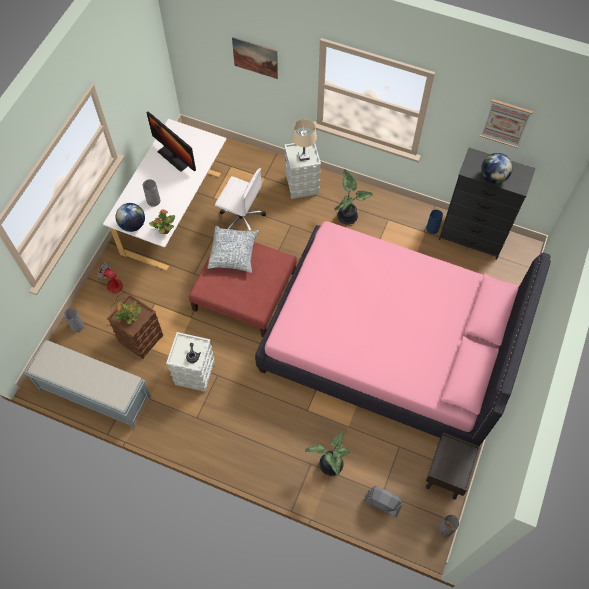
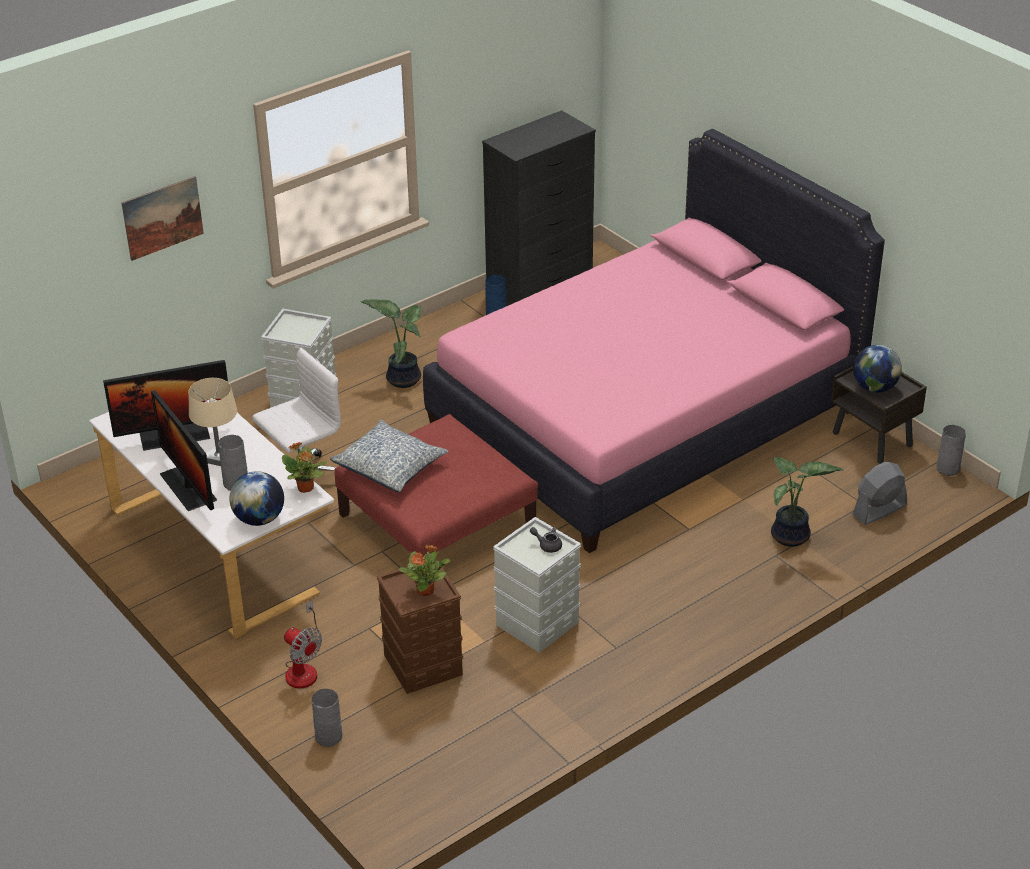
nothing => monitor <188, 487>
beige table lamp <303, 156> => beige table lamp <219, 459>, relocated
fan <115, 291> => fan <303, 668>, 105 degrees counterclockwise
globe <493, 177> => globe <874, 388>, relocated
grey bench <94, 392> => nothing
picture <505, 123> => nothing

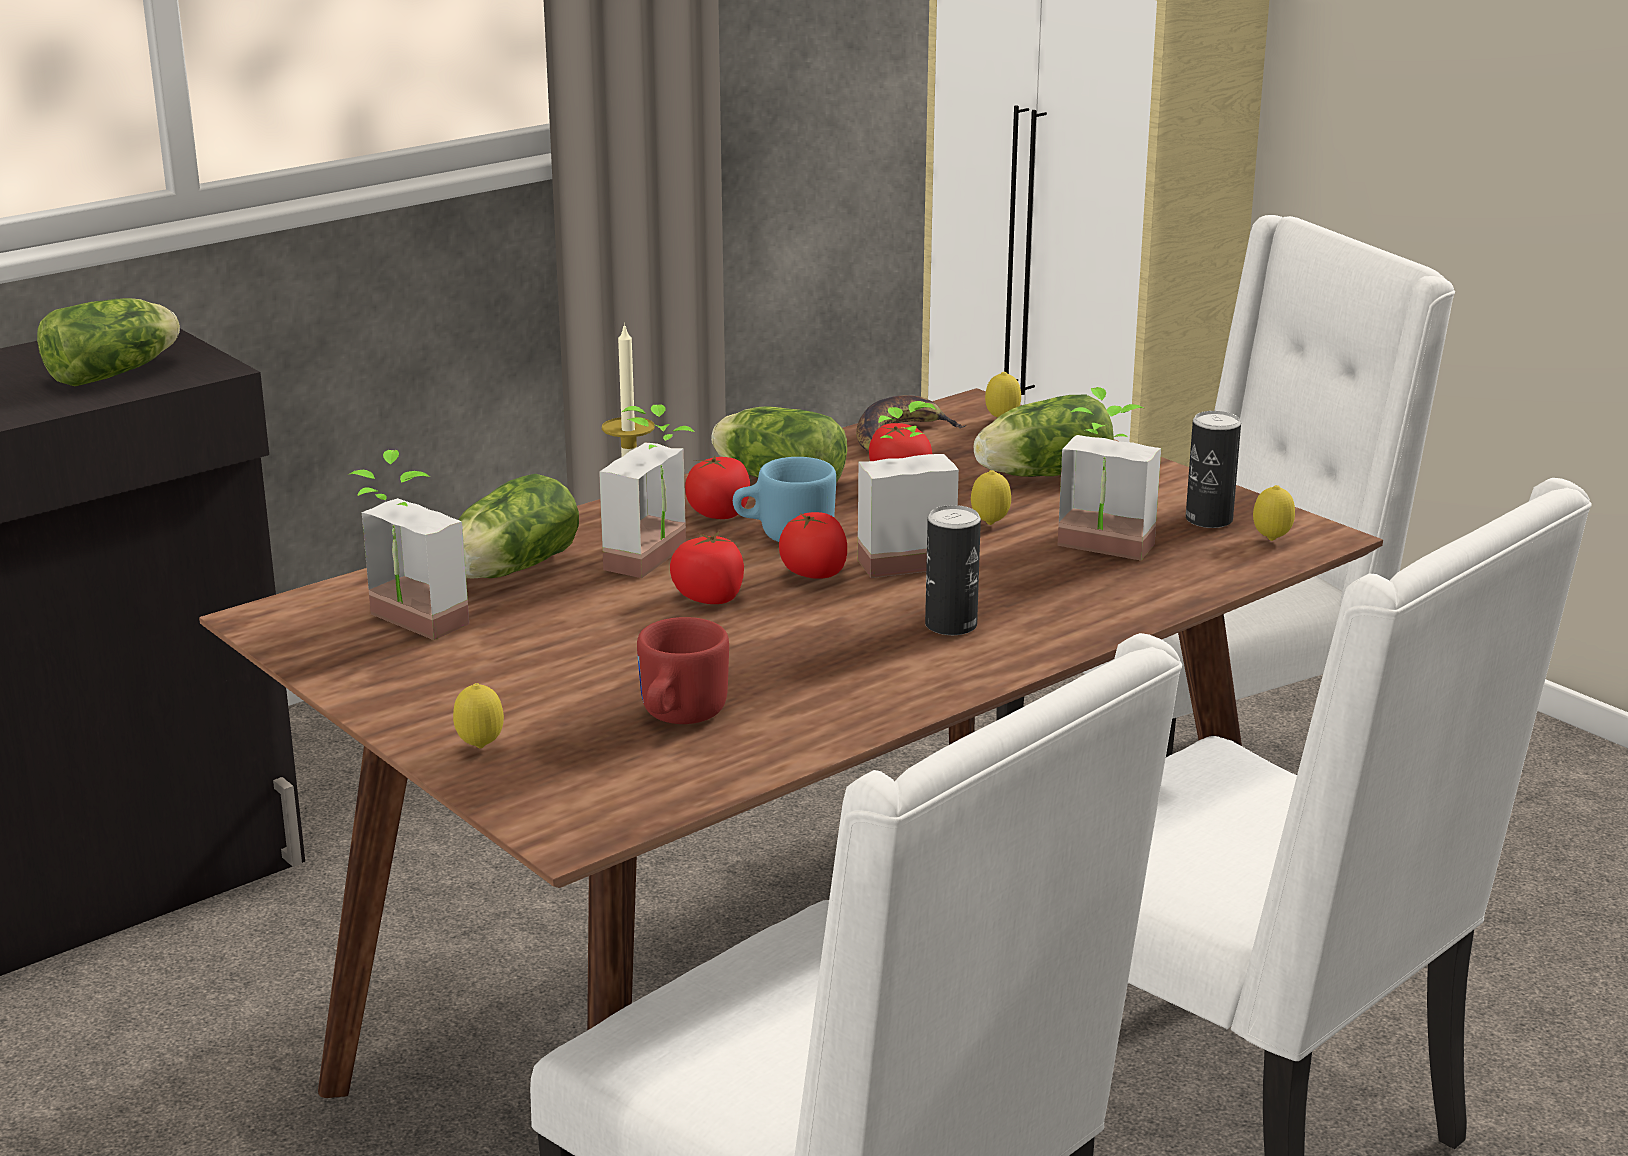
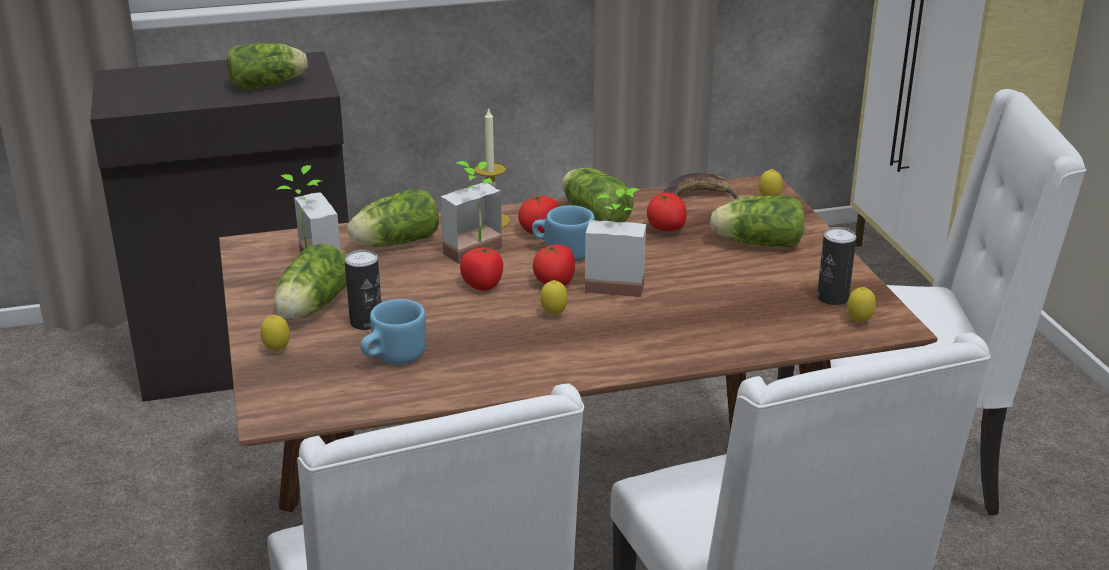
nothing => lettuce <310, 309>
can <951, 625> => can <366, 322>, relocated
red mug <677, 717> => blue mug <392, 358>
lemon <990, 524> => lemon <554, 315>, relocated
potted plant <1100, 551> => nothing

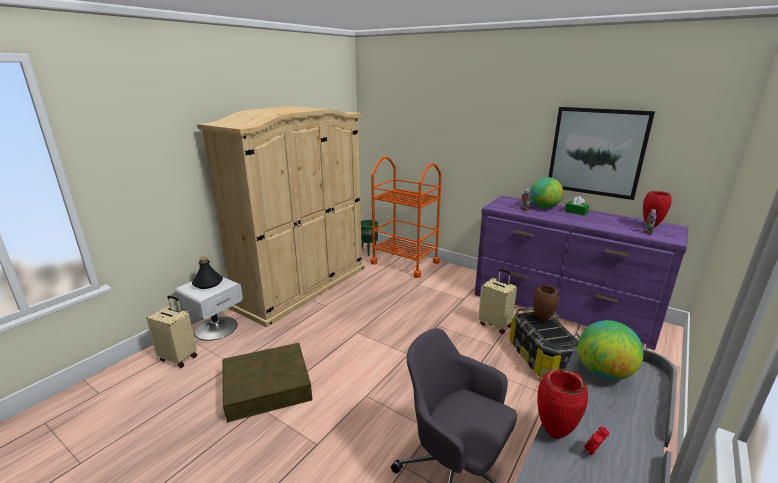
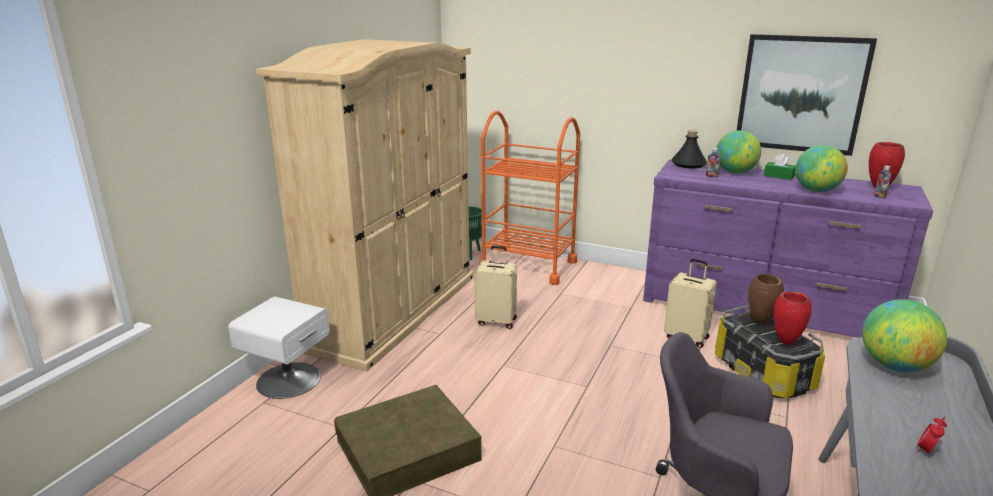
beige suitcase <179, 358> => beige suitcase <496, 321>, relocated
black bottle <208, 283> => black bottle <688, 164>, relocated
red vase <553, 433> => red vase <785, 342>, relocated
nothing => globe <816, 191>

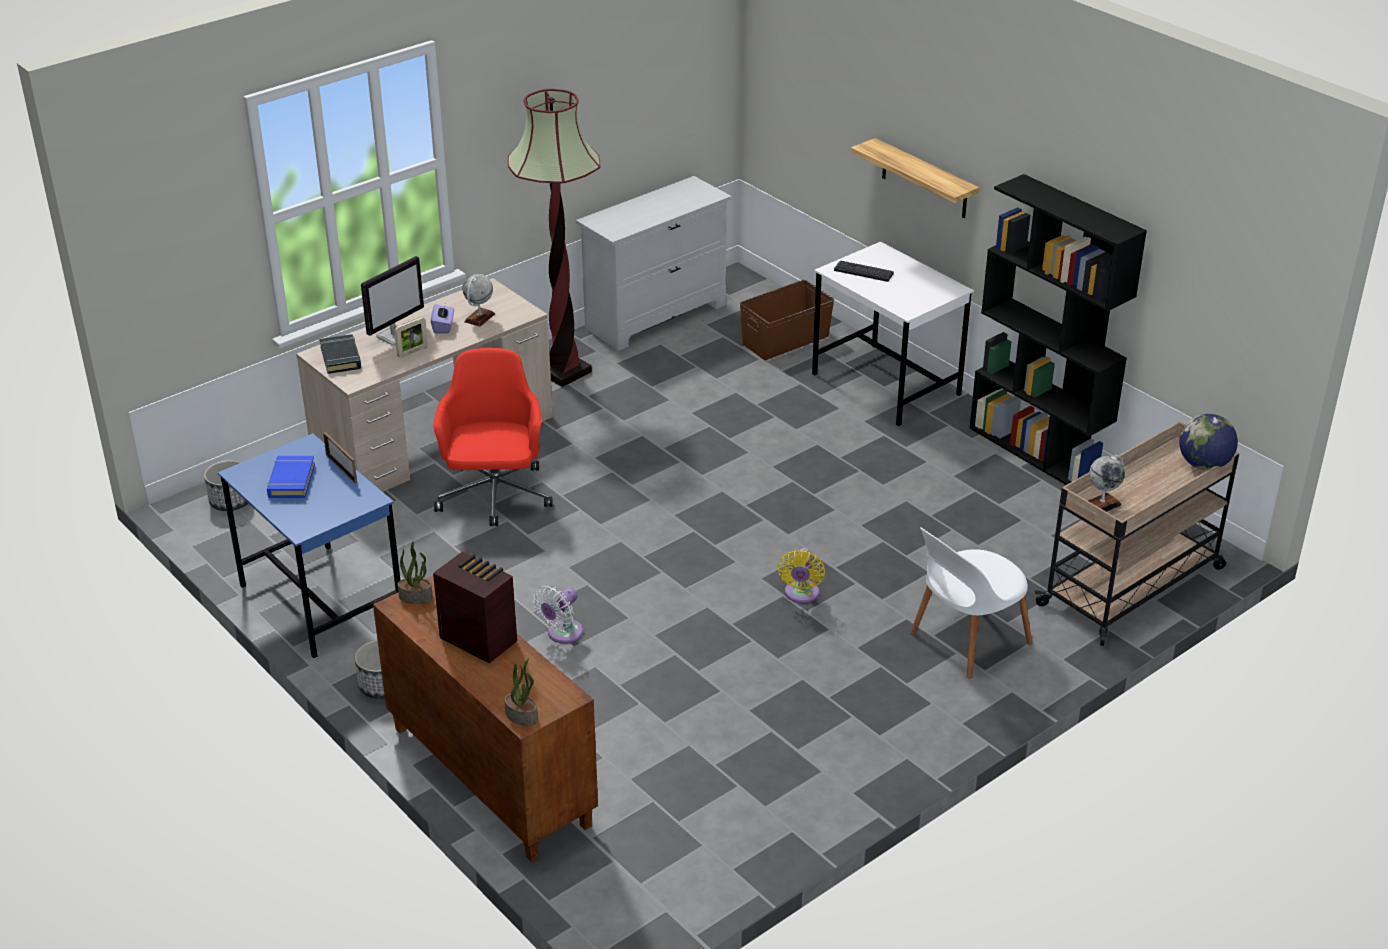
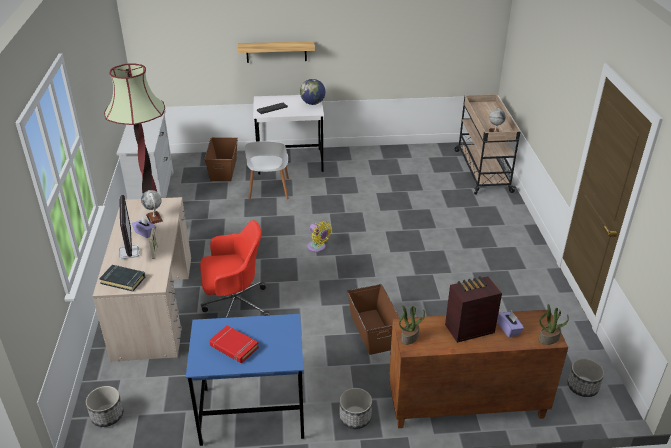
red office chair <495, 497> => red office chair <234, 305>, 135 degrees clockwise
blue book <291, 481> => red book <234, 347>
white chair <966, 641> => white chair <269, 190>, relocated
globe <1204, 465> => globe <313, 103>, relocated
yellow fan <801, 595> => yellow fan <318, 247>, relocated
white fan <562, 634> => brown storage box <373, 330>
nothing => purple tissue box <508, 329>
nothing => planter <582, 387>
picture frame <341, 469> => nothing
black bookcase <1038, 452> => nothing

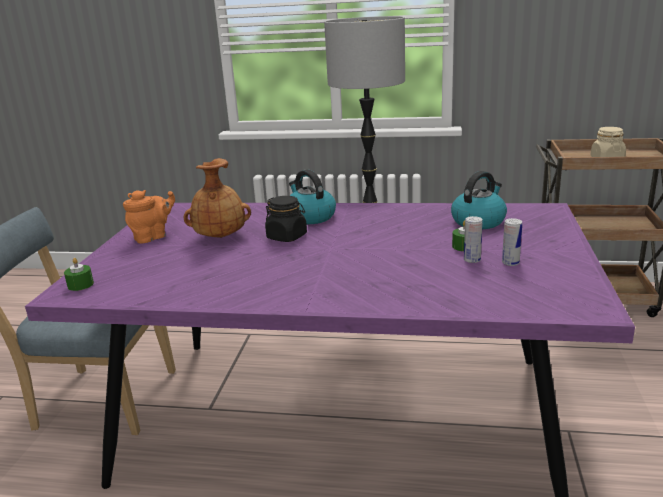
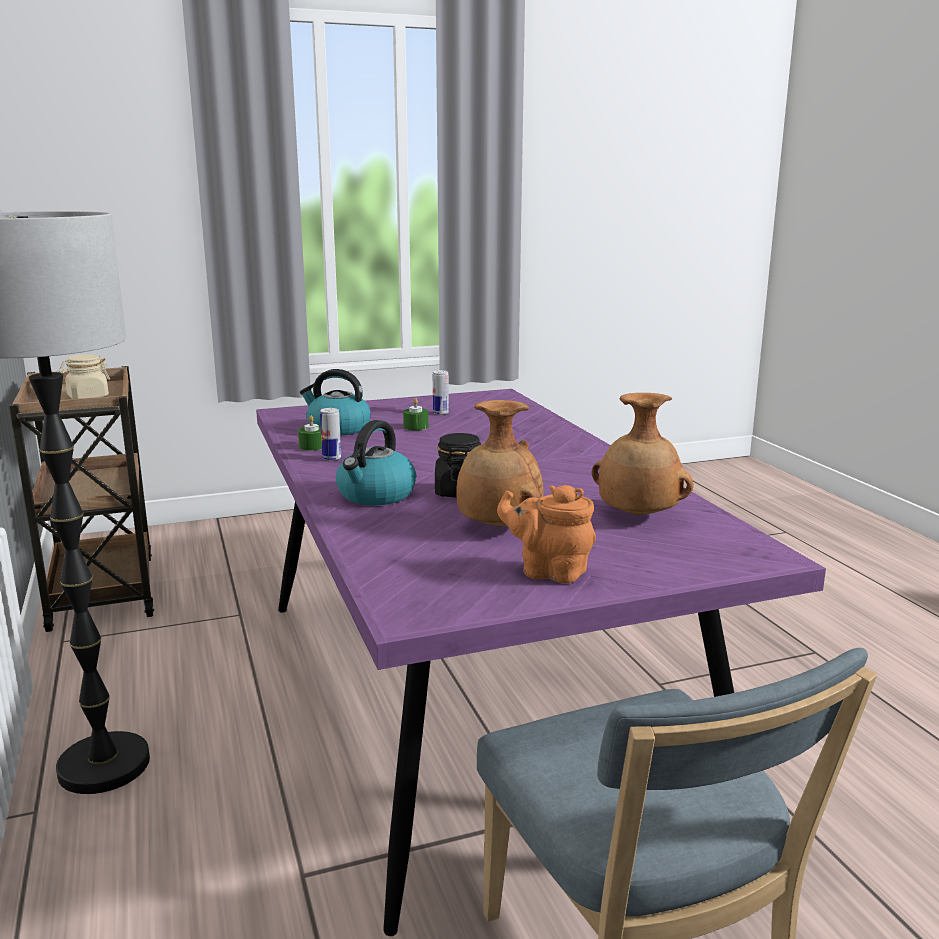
green candle <80, 285> => green candle <312, 446>, relocated
can <472, 260> => can <331, 458>, relocated
nothing => brown vase <638, 515>

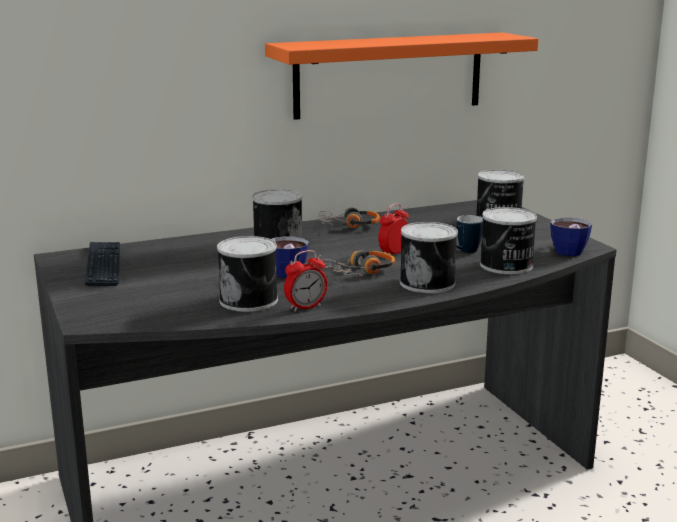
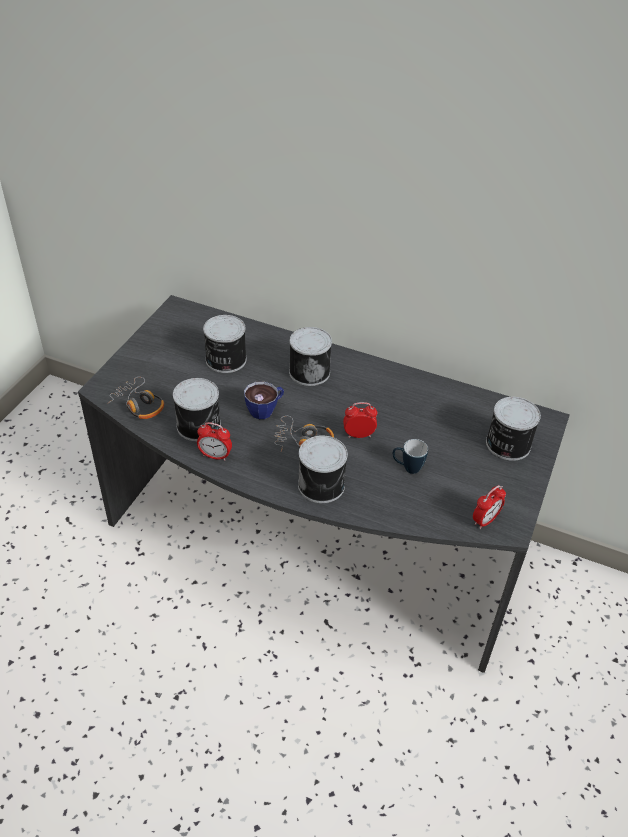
headphones <348, 225> => headphones <139, 404>, relocated
can <506, 266> => can <225, 360>, relocated
cup <567, 250> => alarm clock <485, 520>
keyboard <103, 265> => nothing
orange shelf <389, 75> => nothing

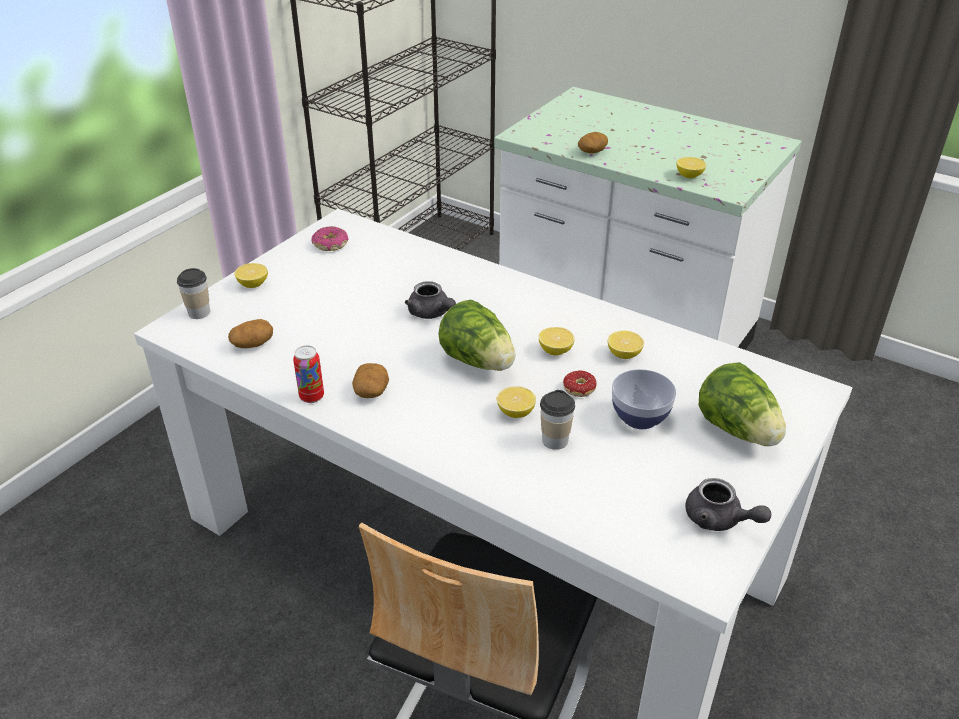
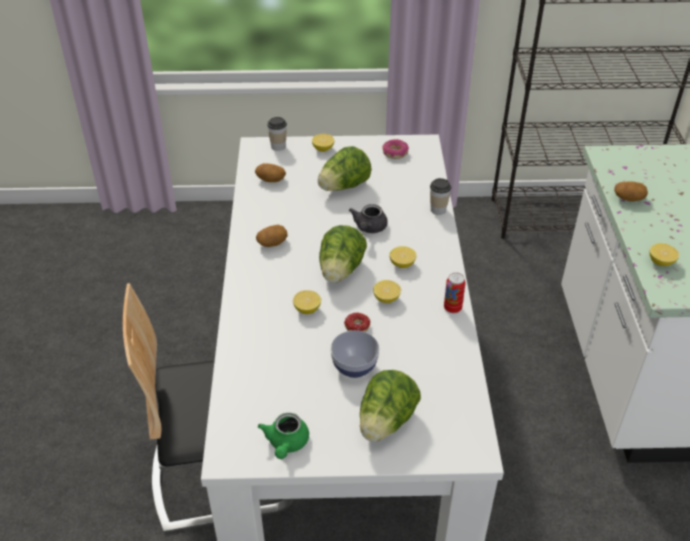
grey teapot <719, 520> => green teapot <286, 444>
nothing => lettuce <344, 186>
lemon <624, 354> => lemon <402, 264>, relocated
cup <555, 440> => cup <438, 209>, relocated
can <312, 397> => can <452, 308>, relocated

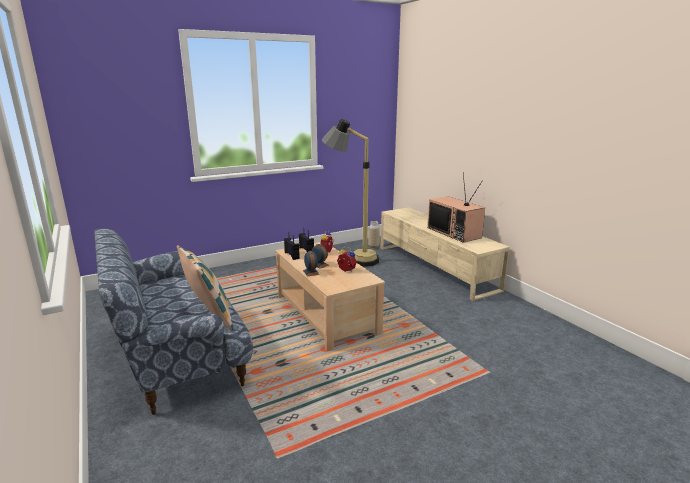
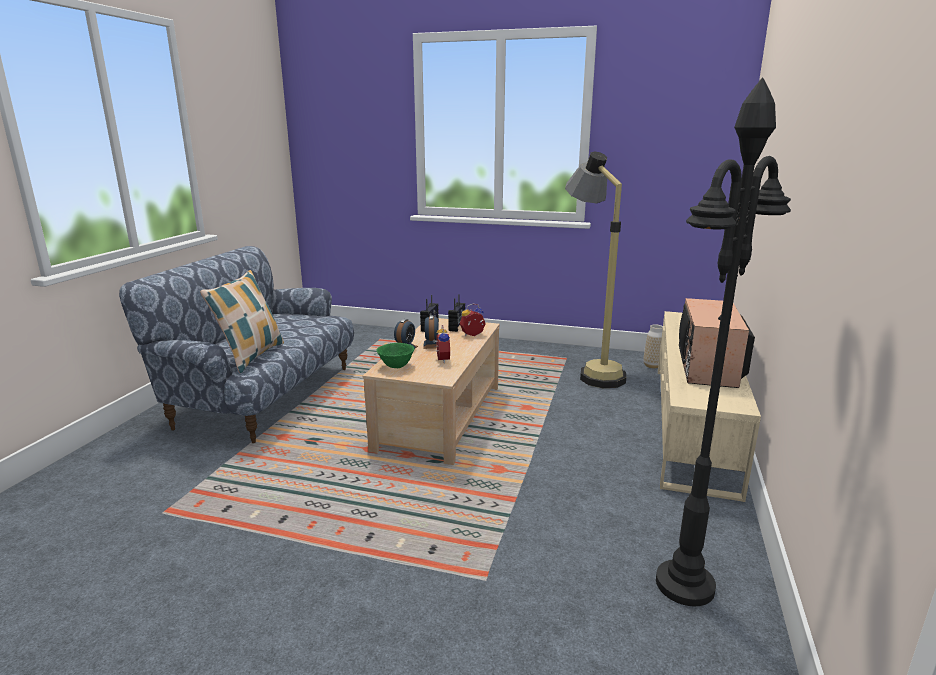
nothing => green bowl <396, 366>
nothing => black floor lamp <684, 585>

